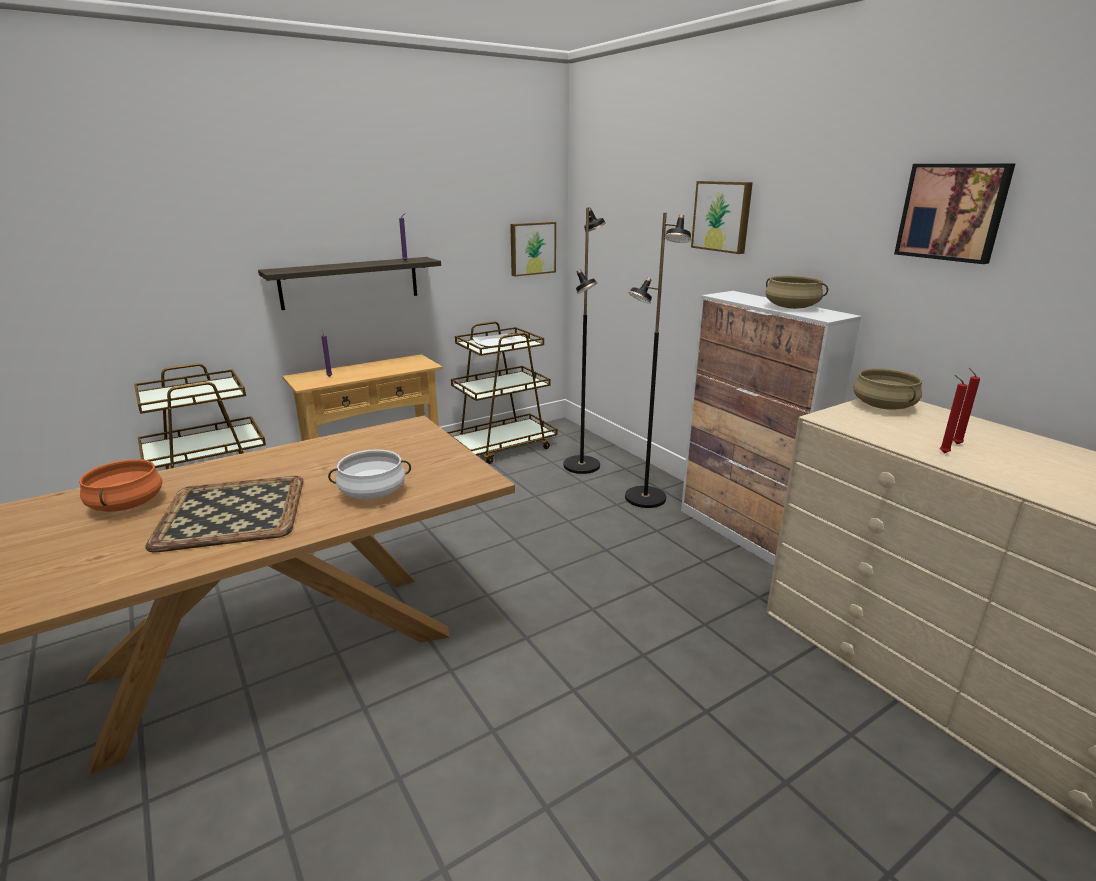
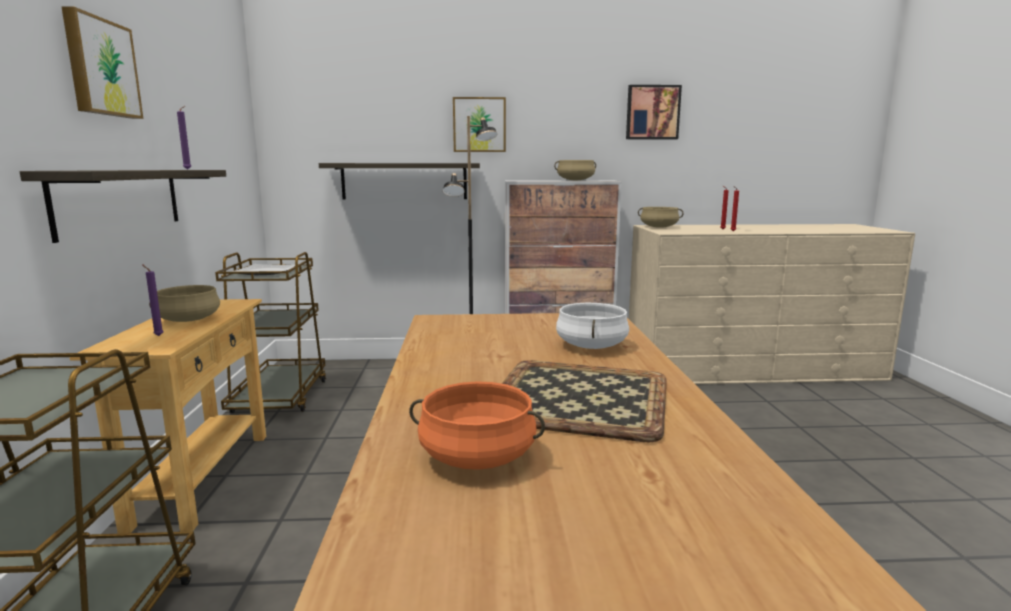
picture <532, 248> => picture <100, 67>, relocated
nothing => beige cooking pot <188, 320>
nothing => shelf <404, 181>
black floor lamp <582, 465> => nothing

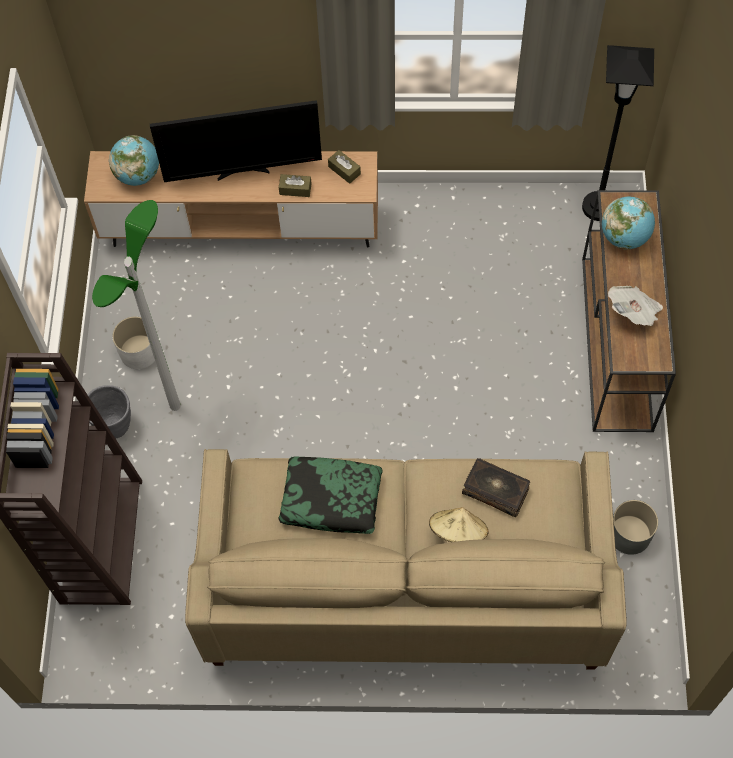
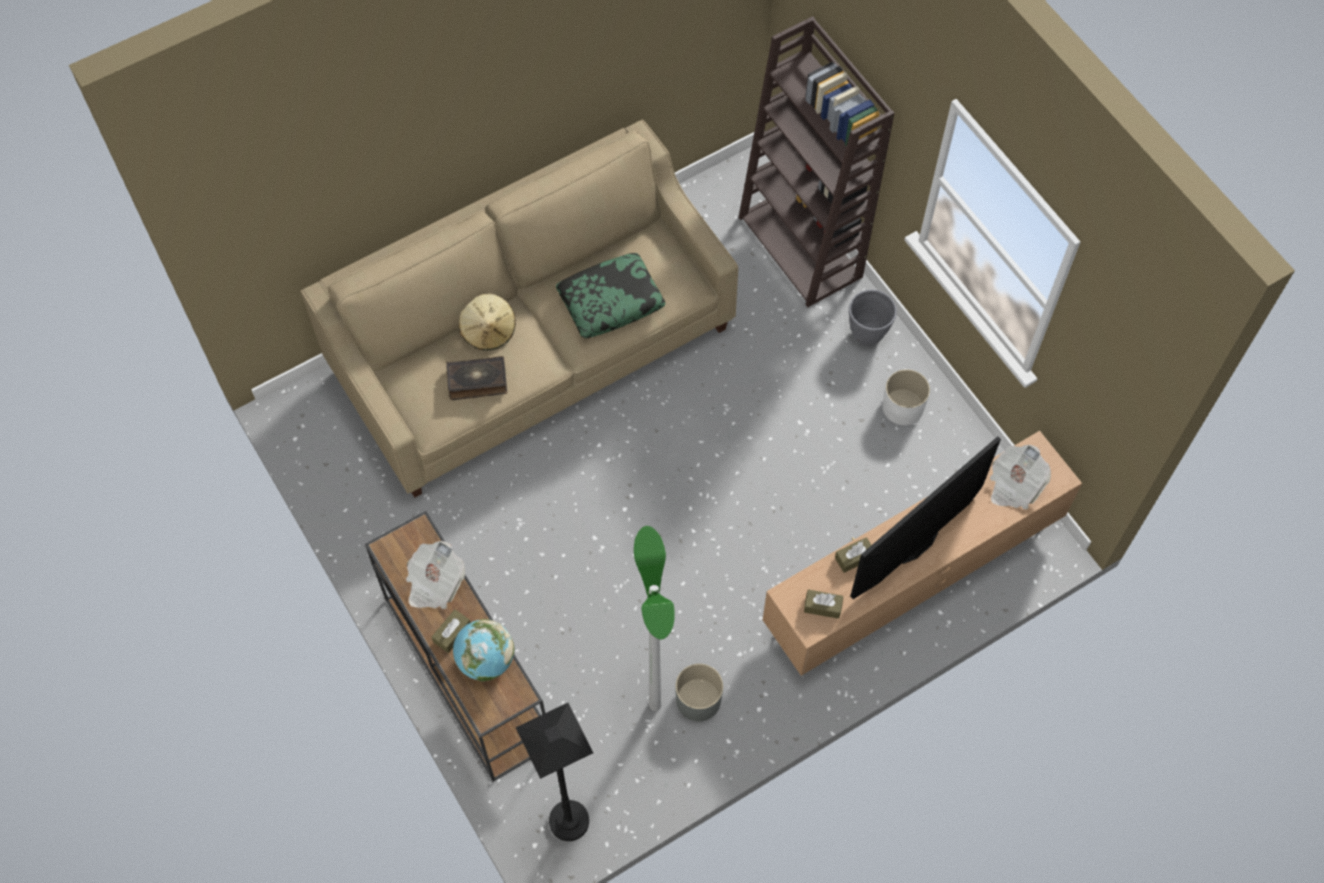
nothing => brown tissue box <452, 634>
floor lamp <174, 405> => floor lamp <655, 705>, relocated
grey planter <630, 535> => grey planter <698, 699>, relocated
globe <138, 175> => newspaper <1014, 485>

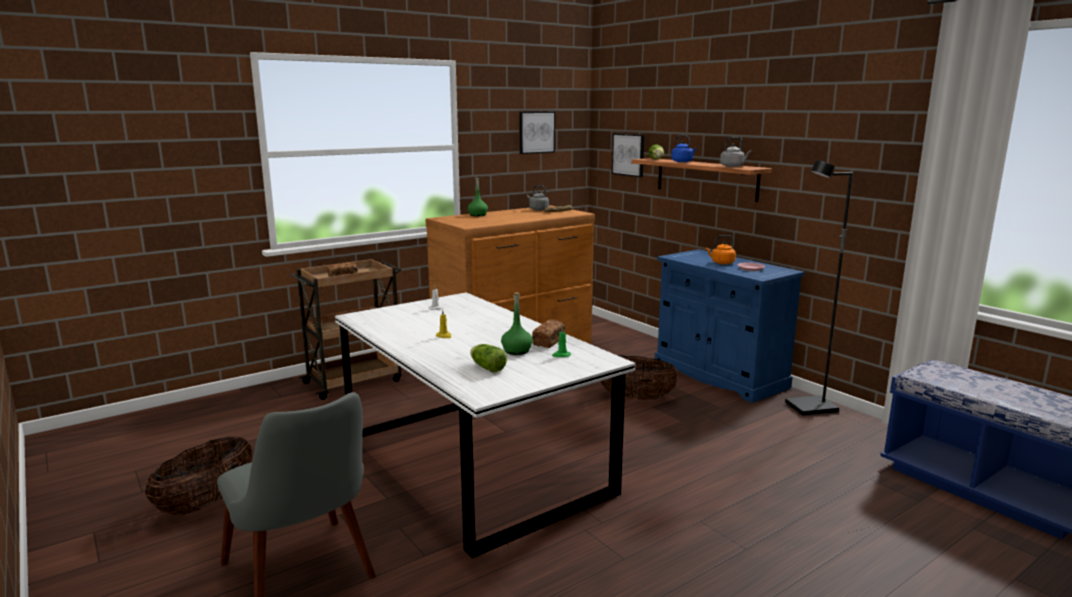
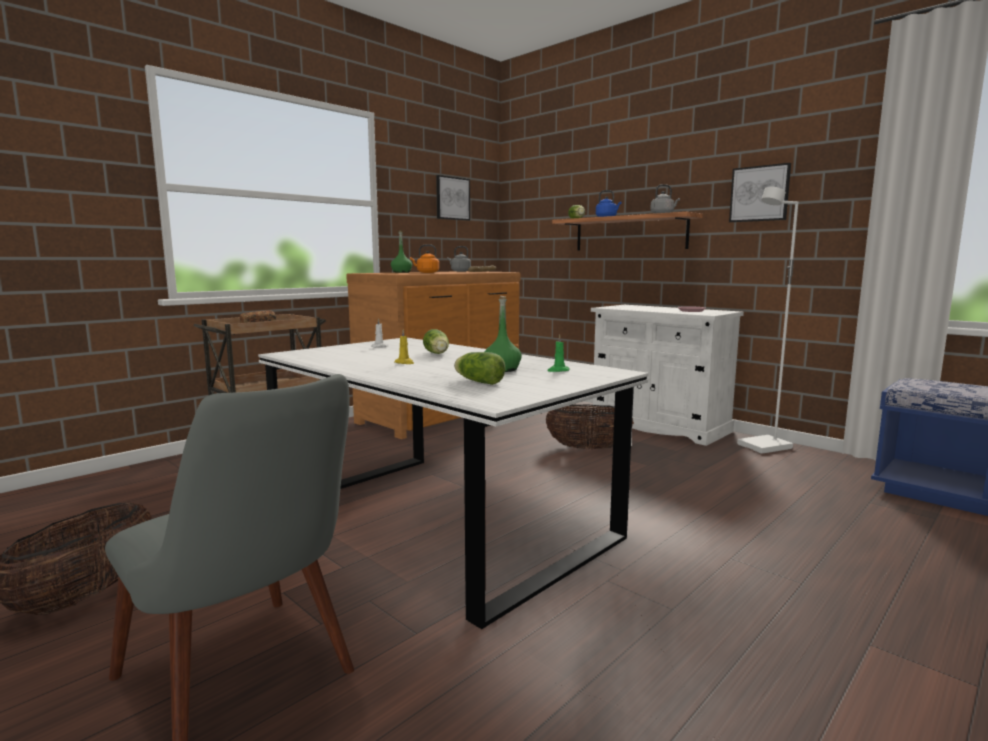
orange kettle <721, 263> => orange kettle <426, 272>, relocated
nothing => lettuce <437, 354>
blue cabinet <719, 375> => white cabinet <658, 425>
picture <629, 154> => picture <759, 193>, relocated
black floor lamp <811, 408> => white floor lamp <765, 447>
bread <548, 342> => nothing

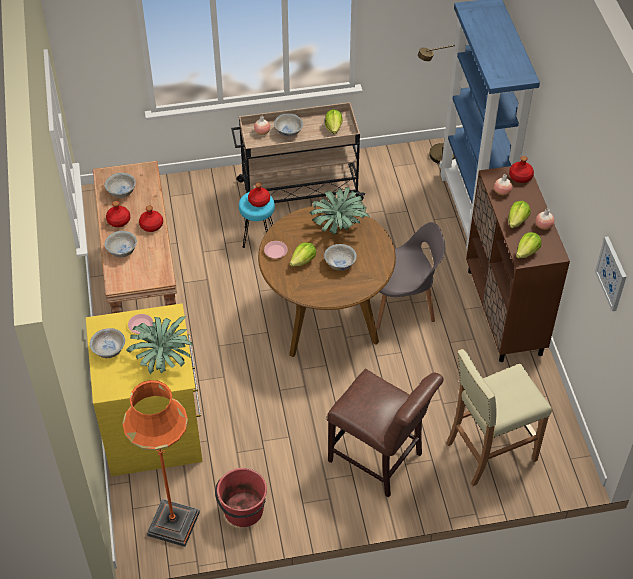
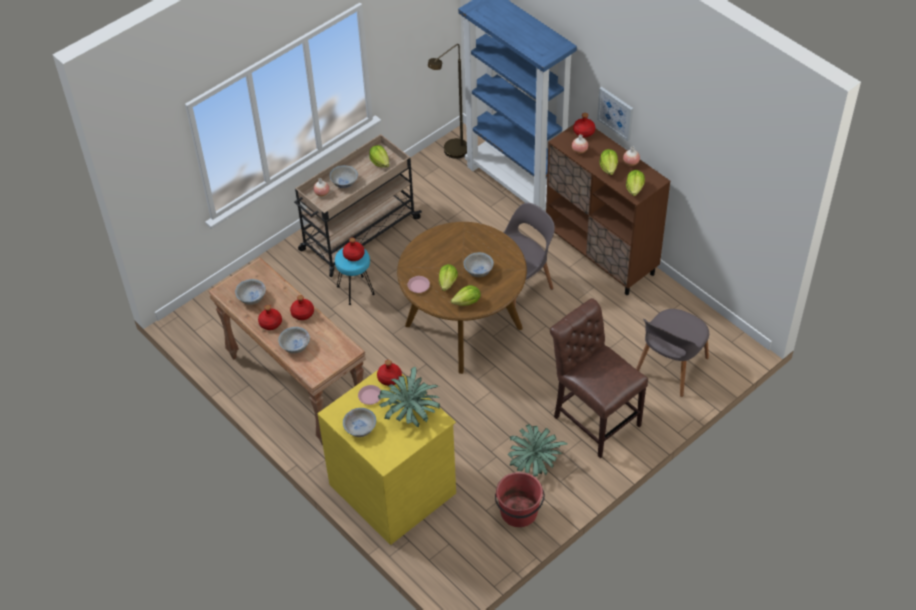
nothing => red bottle <390, 378>
nothing => lettuce <467, 302>
potted plant <338, 225> => potted plant <534, 462>, relocated
brown chair <379, 460> => brown chair <594, 418>, 135 degrees counterclockwise
picture <612, 273> => picture <616, 113>, relocated
beige stool <490, 451> => grey chair <670, 367>
orange floor lamp <173, 524> => nothing

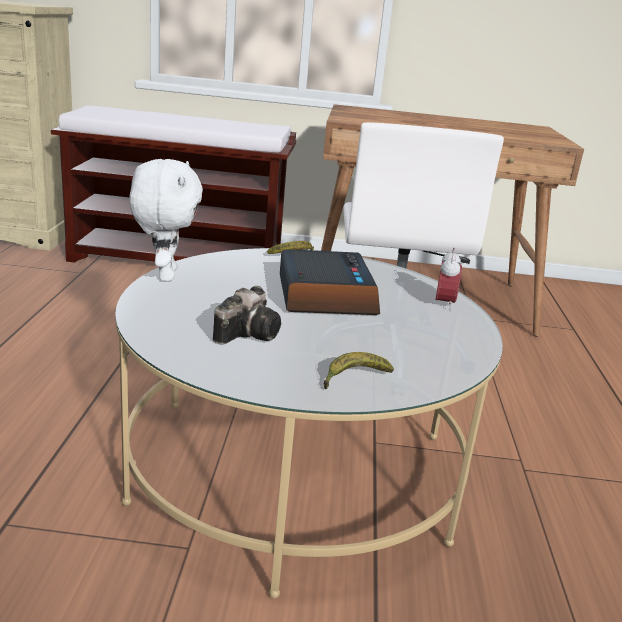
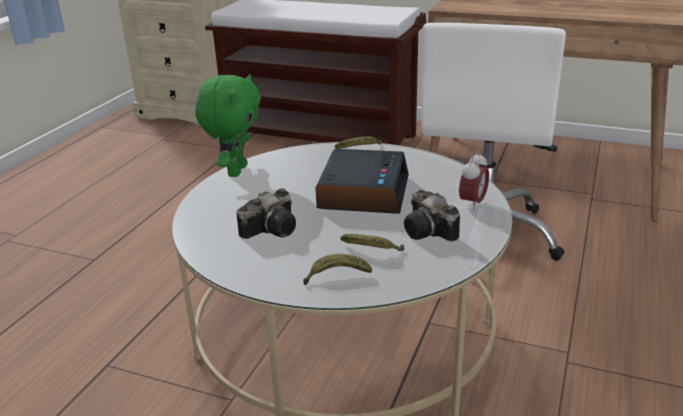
white plush toy <165, 275> => green plush toy <236, 171>
nothing => banana <371, 250>
nothing => photo camera <430, 232>

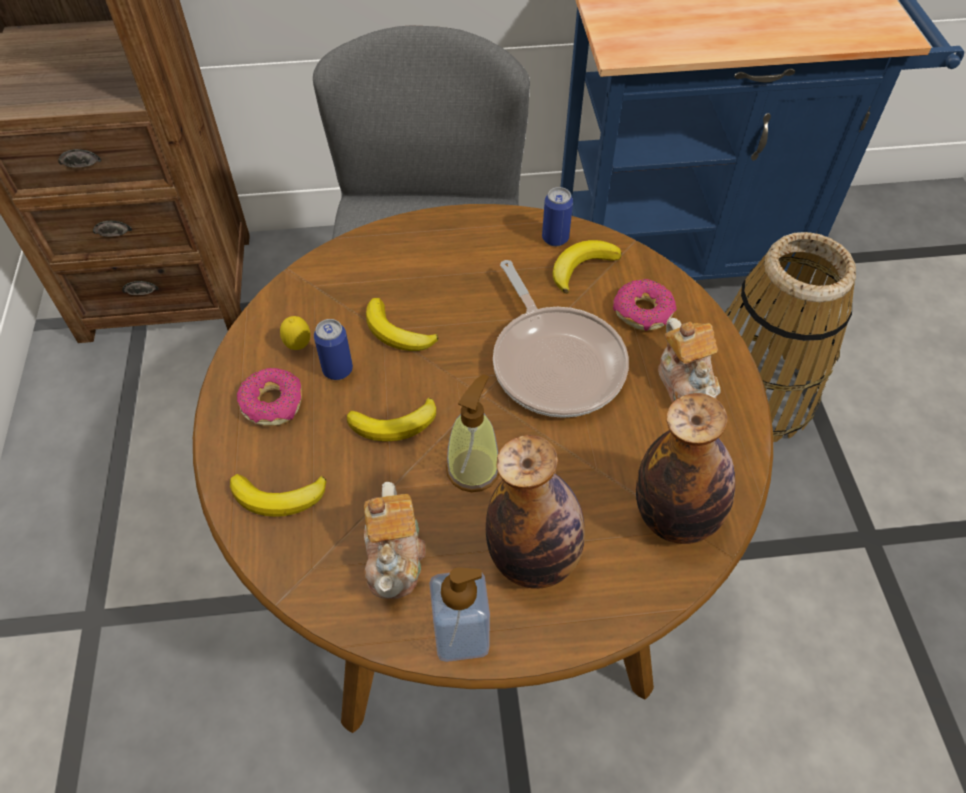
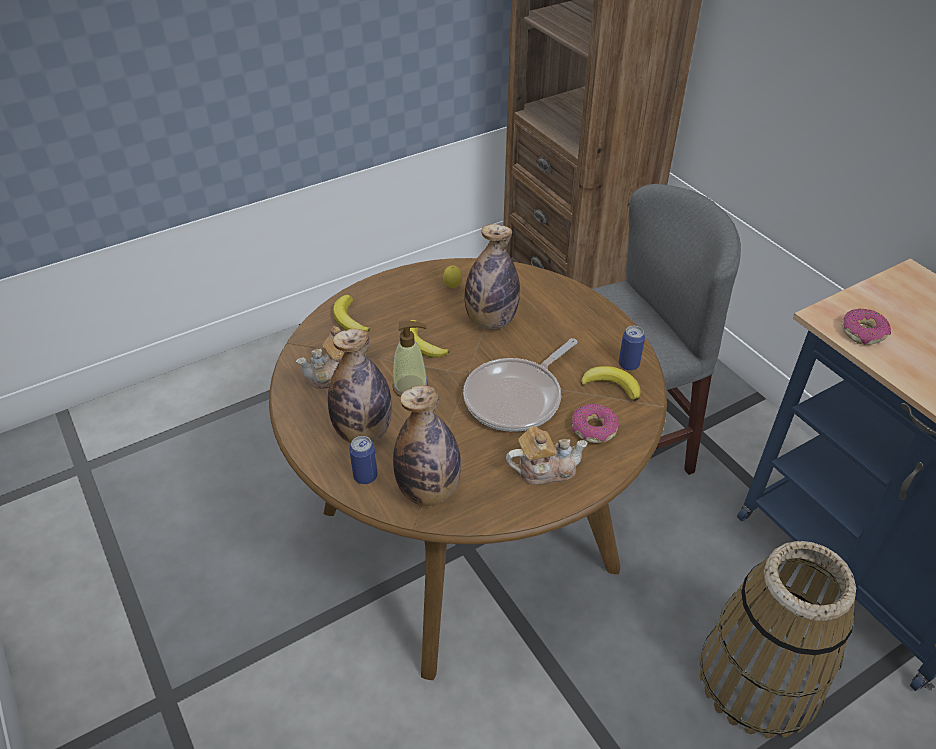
can <337, 370> => can <365, 476>, relocated
banana <397, 332> => bottle <491, 321>
teapot <686, 383> => teapot <544, 469>, 150 degrees counterclockwise
donut <273, 403> => donut <863, 332>, relocated
soap dispenser <461, 635> => nothing

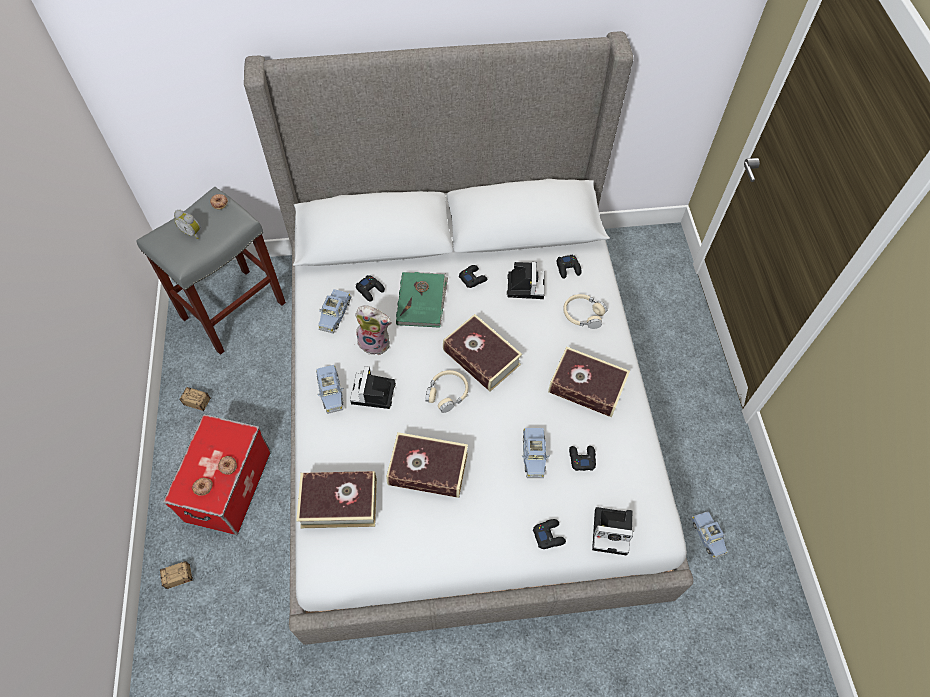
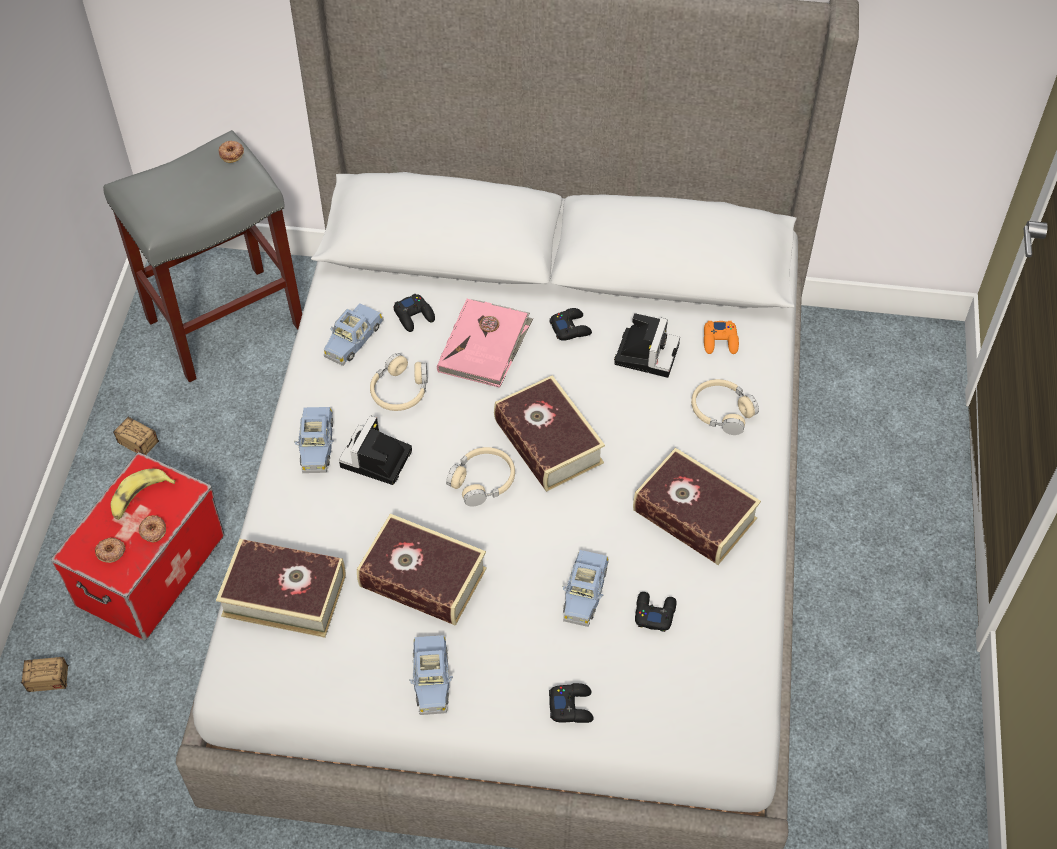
nothing => banana <140, 498>
plush toy <376, 342> => beige headphones <400, 390>
blue toy car <708, 536> => blue toy car <431, 678>, relocated
green book <422, 301> => pink book <485, 345>
black game controller <568, 268> => orange game controller <720, 341>
alarm clock <192, 232> => nothing
photo camera <612, 531> => nothing

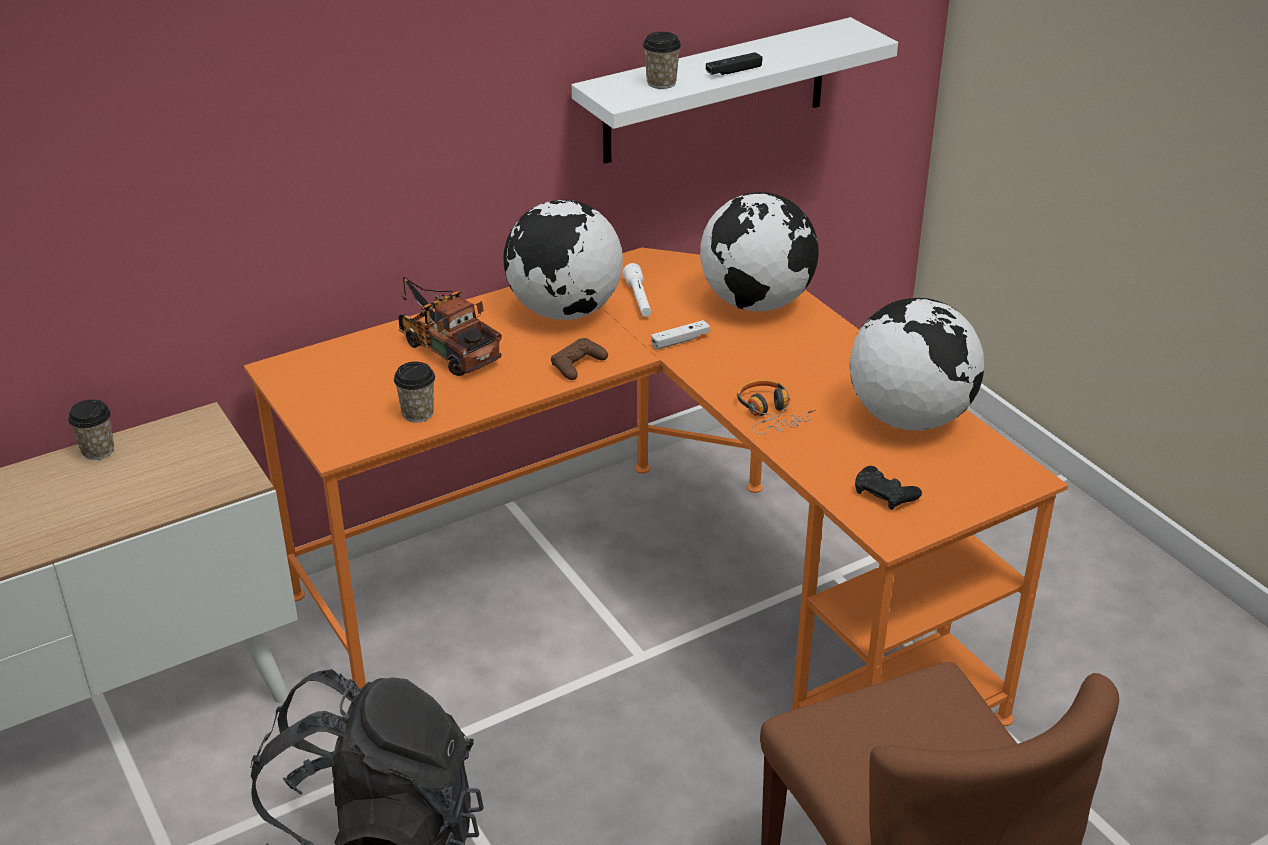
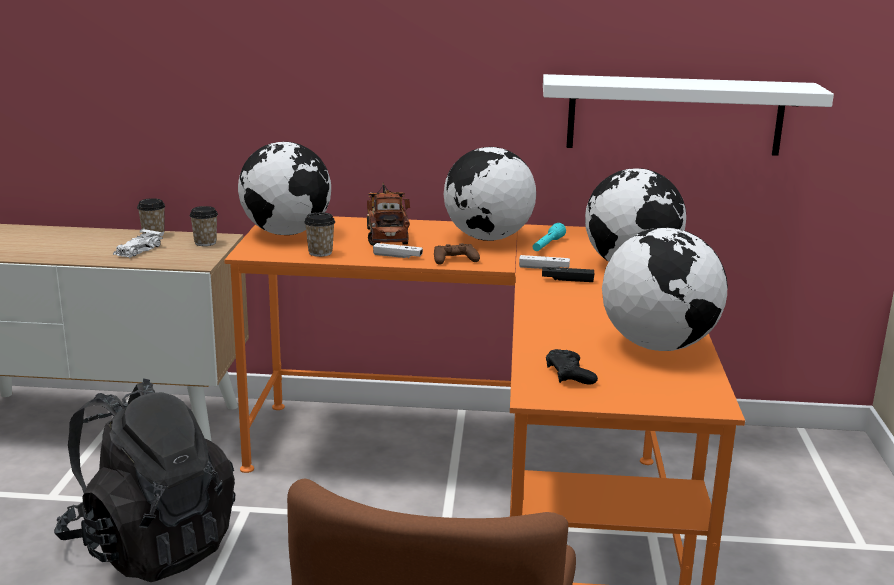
nothing => white toy car <138, 250>
cup <661, 83> => cup <205, 243>, relocated
nothing => globe <287, 233>
nothing => white game controller <397, 256>
white flashlight <638, 299> => turquoise flashlight <547, 245>
black game controller <733, 71> => black game controller <567, 280>, relocated
headphones <770, 414> => nothing

